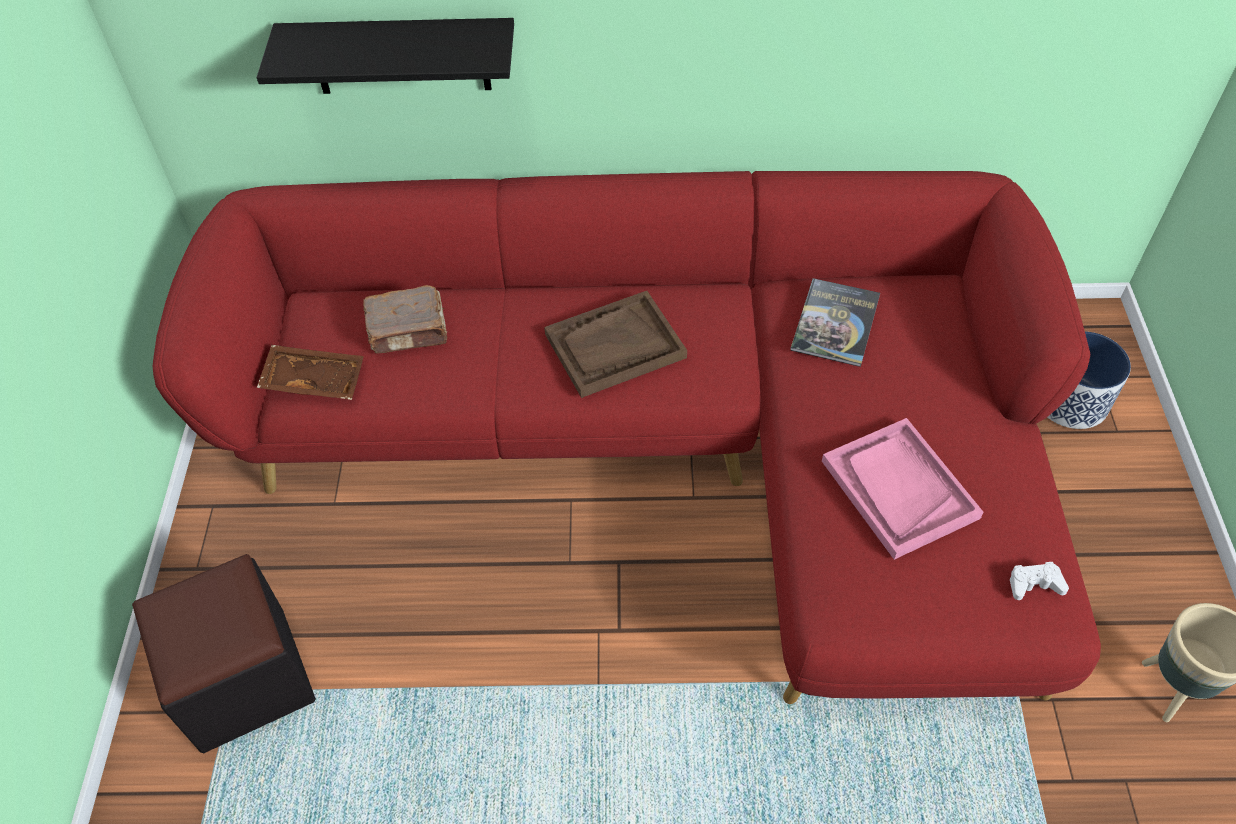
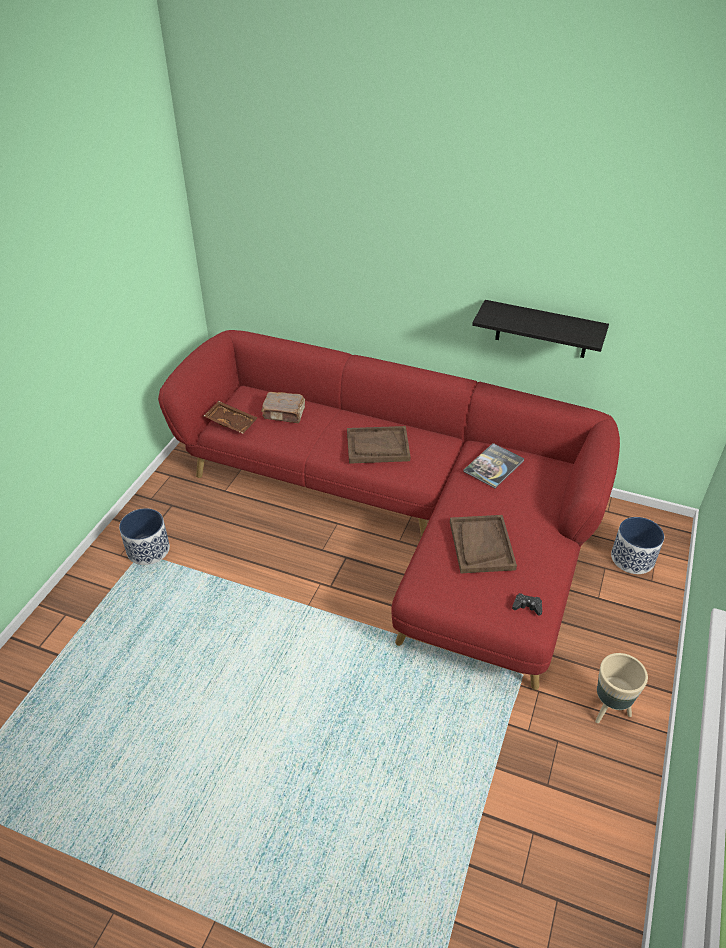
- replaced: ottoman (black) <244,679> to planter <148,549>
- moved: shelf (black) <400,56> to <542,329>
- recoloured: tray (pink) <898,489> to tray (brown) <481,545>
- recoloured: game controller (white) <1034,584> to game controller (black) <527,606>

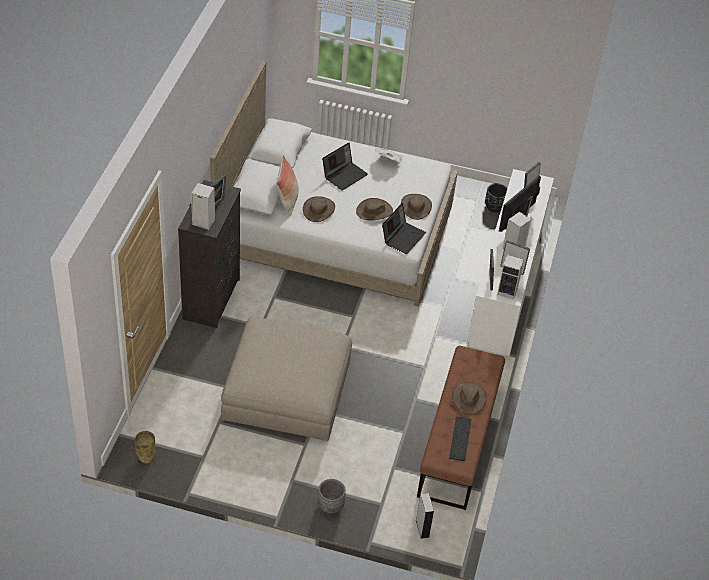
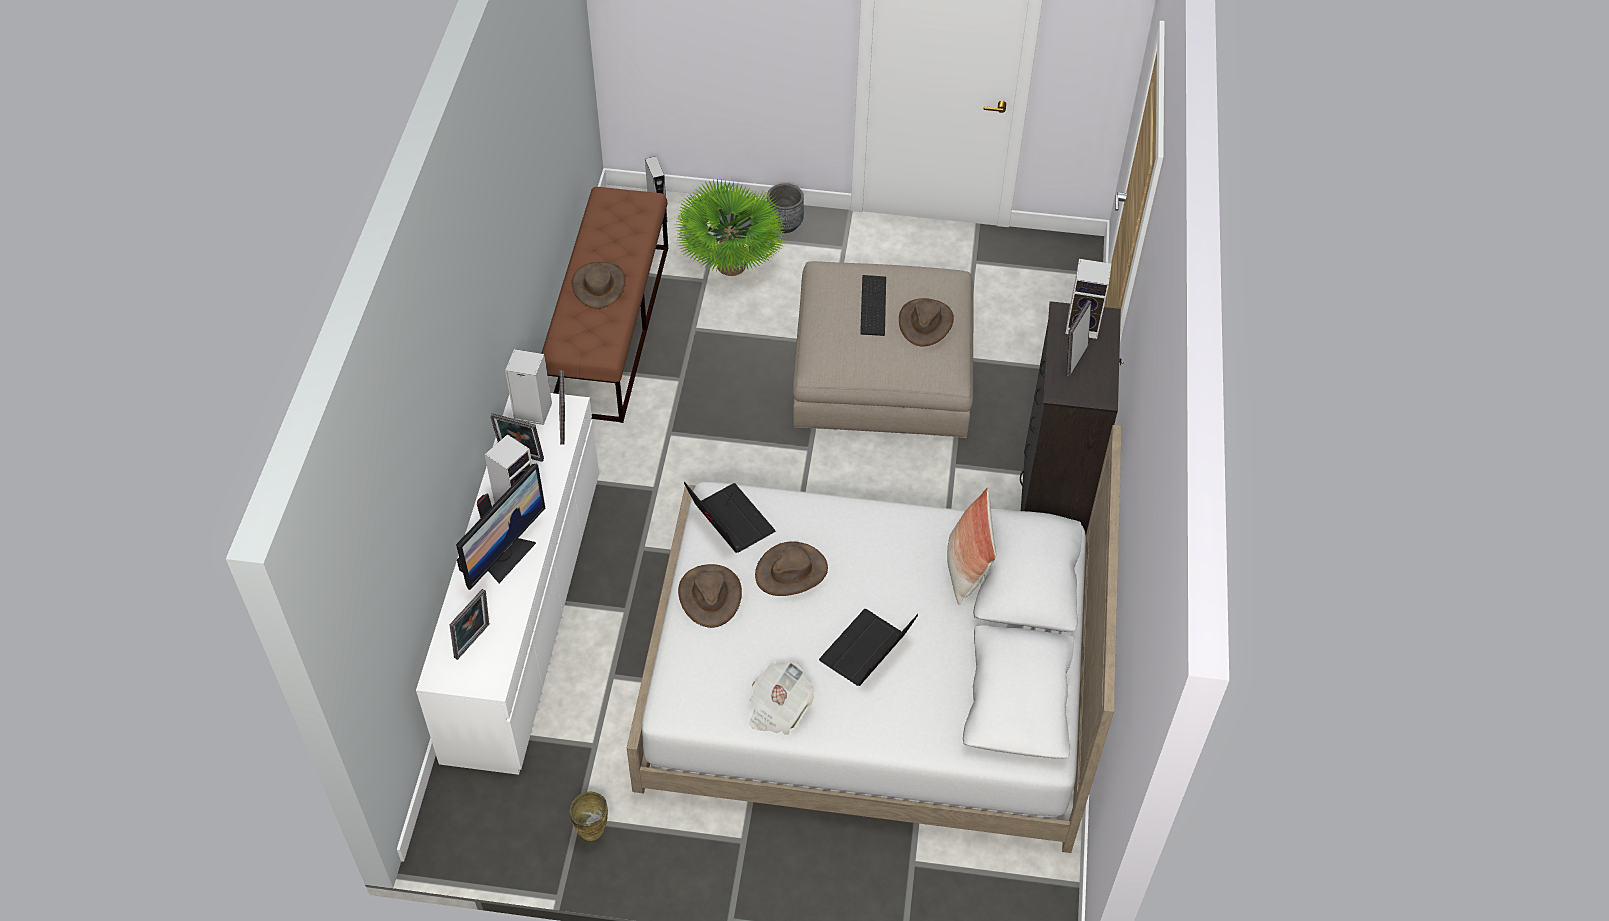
- moved: vase (beige) <146,458> to <592,835>
- moved: hat (brown) <319,209> to <925,322>
- turned: laptop <403,237> = <728,521> 120 degrees clockwise
- moved: keyboard <461,439> to <871,305>
- removed: planter (black) <494,207>
- added: potted plant <731,265>

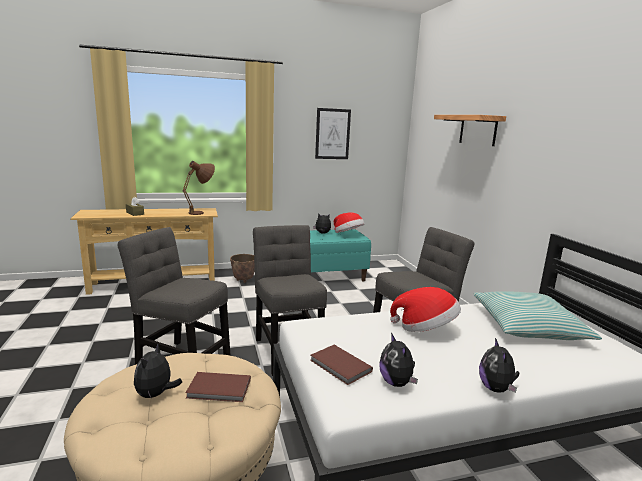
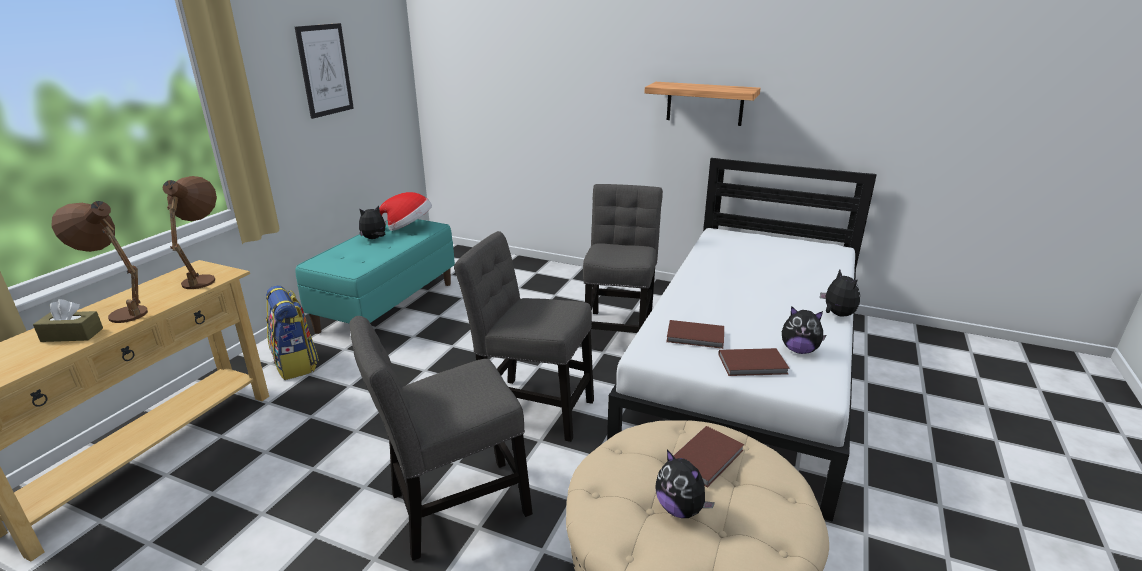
- replaced: planter <243,280> to backpack <296,364>
- removed: hat <425,329>
- moved: shelf <478,130> to <704,103>
- removed: pillow <528,326>
- turned: plush toy <496,389> = <836,314> 150 degrees counterclockwise
- added: table lamp (brown) <122,311>
- added: book (brown) <696,337>

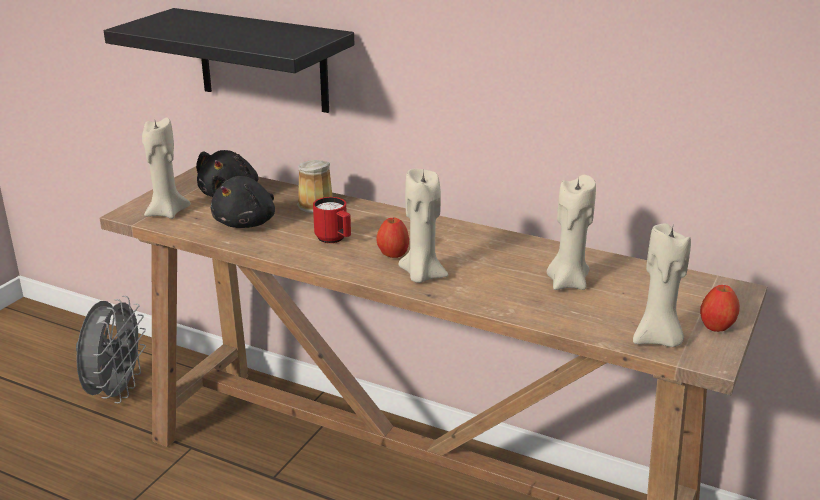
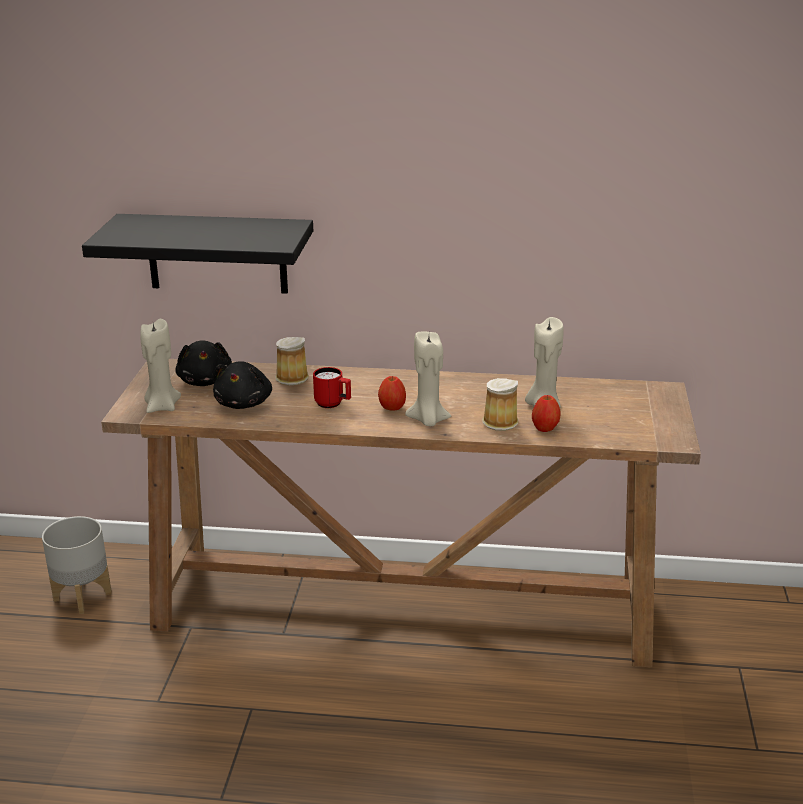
- replaced: fan (grey) <116,391> to planter (grey) <82,596>
- removed: candle (beige) <657,340>
- moved: apple <716,327> to <545,428>
- added: mug <499,421>

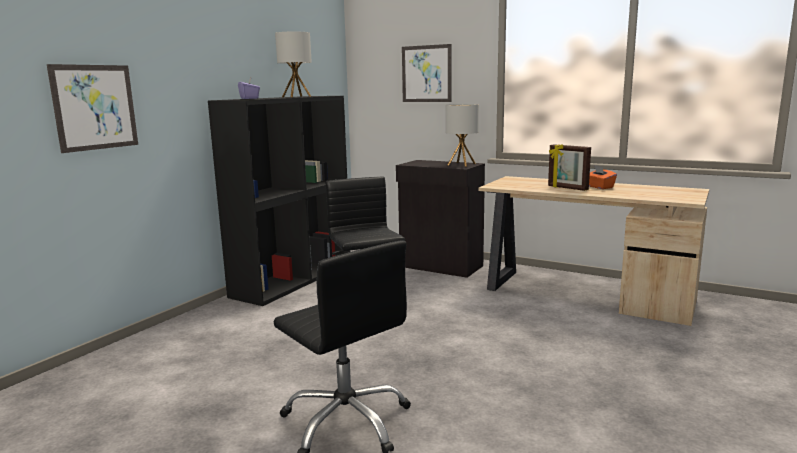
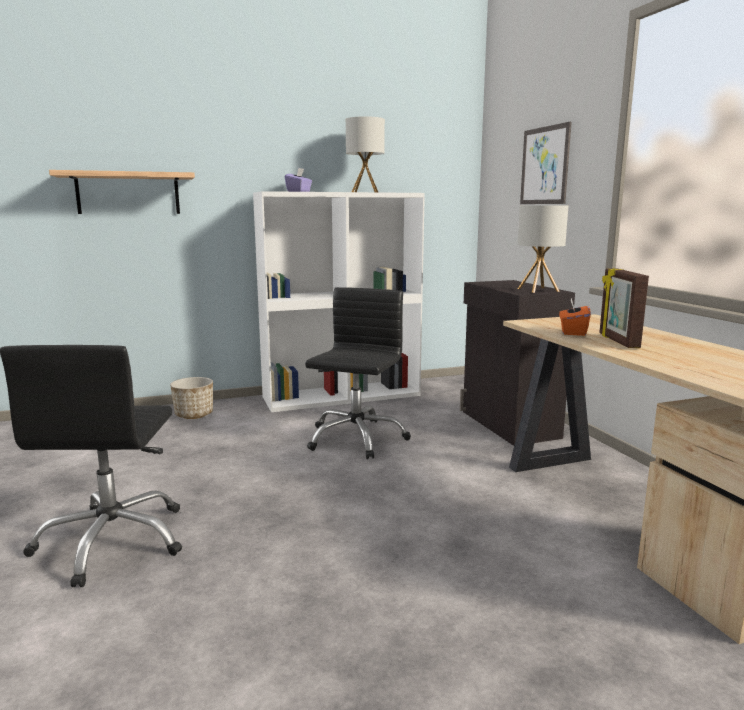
- replaced: picture <95,107> to shelf <128,193>
- recoloured: bookcase (black) <294,279> to bookcase (white) <342,396>
- moved: tissue box (orange) <599,187> to <572,332>
- added: planter <194,415>

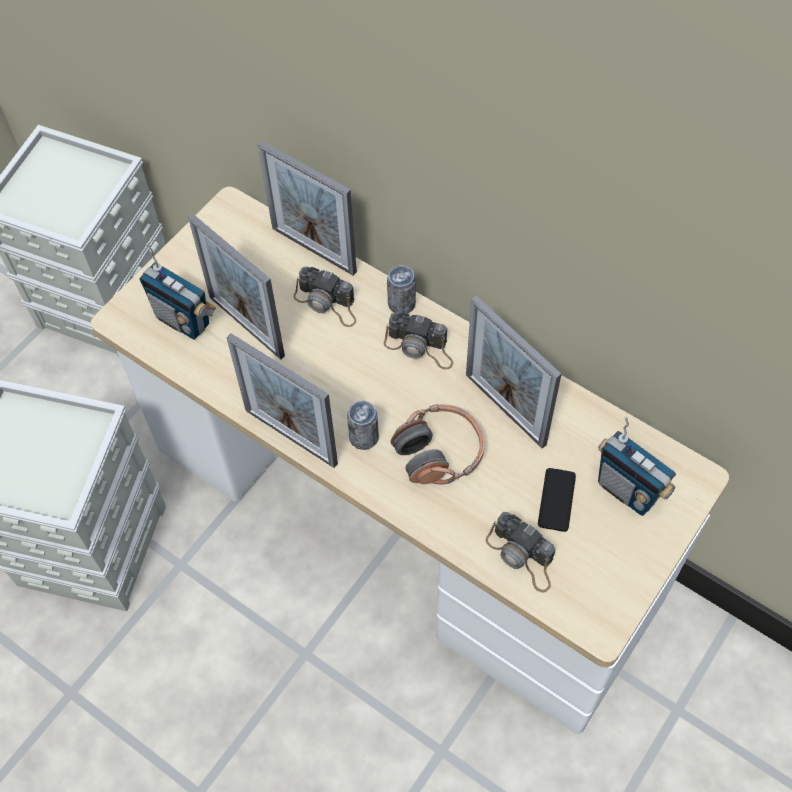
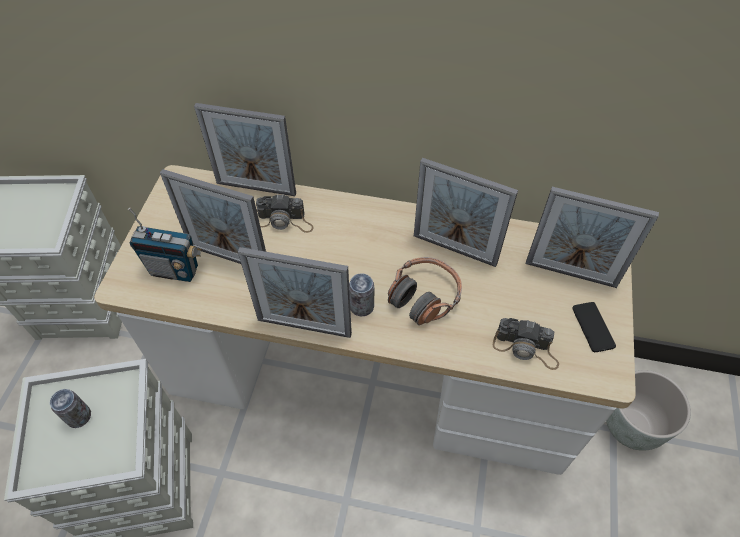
- removed: photo camera <420,347>
- moved: can <401,304> to <79,416>
- moved: phone <556,500> to <593,327>
- replaced: radio <628,490> to picture frame <570,274>
- added: planter (grey) <632,427>

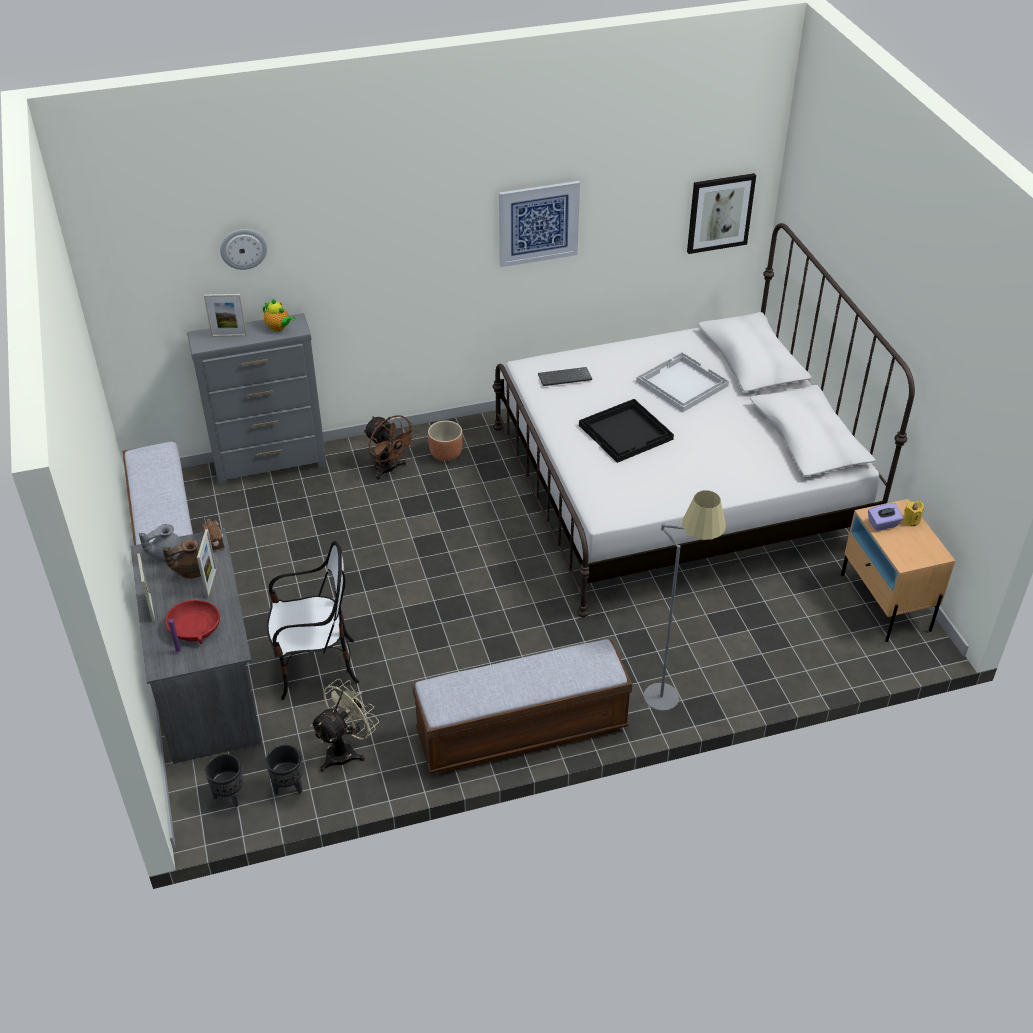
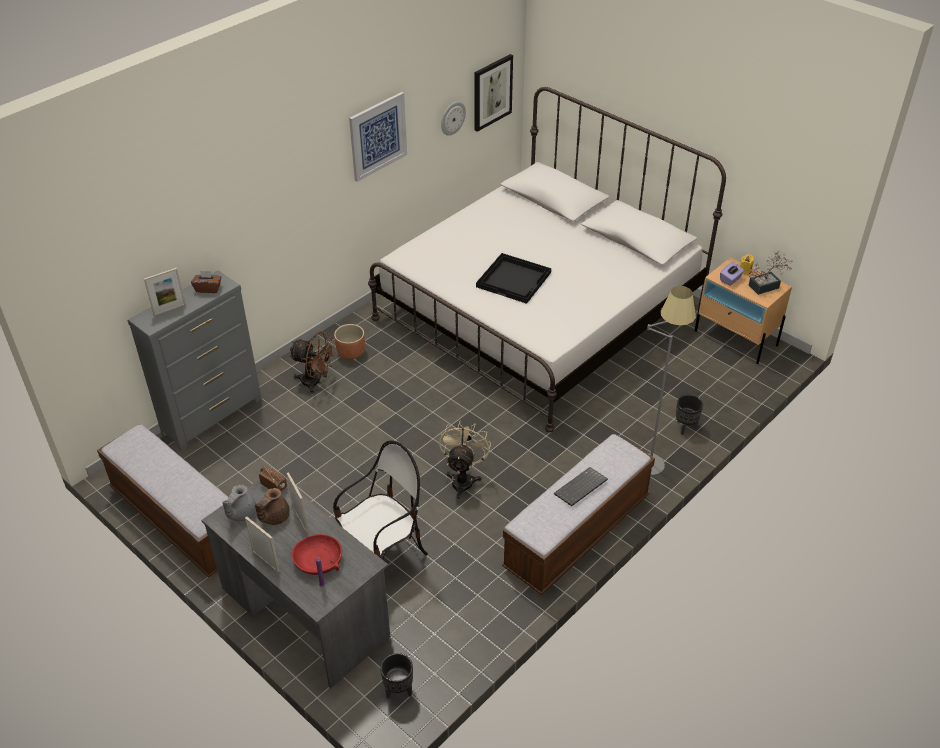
- moved: wall clock <243,248> to <452,118>
- replaced: teapot <279,328> to tissue box (brown) <208,288>
- moved: planter (black) <289,787> to <685,427>
- moved: fan (beige) <346,750> to <463,479>
- moved: keyboard <564,378> to <581,488>
- removed: tray (white) <681,383>
- added: potted plant <767,286>

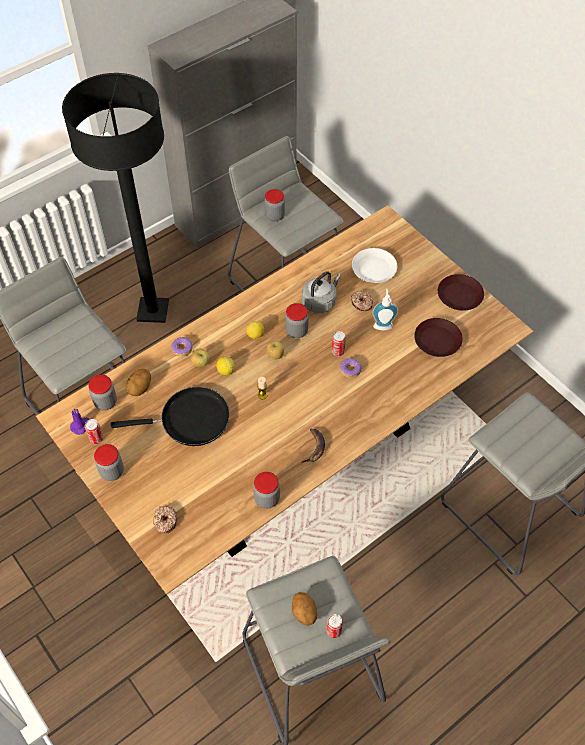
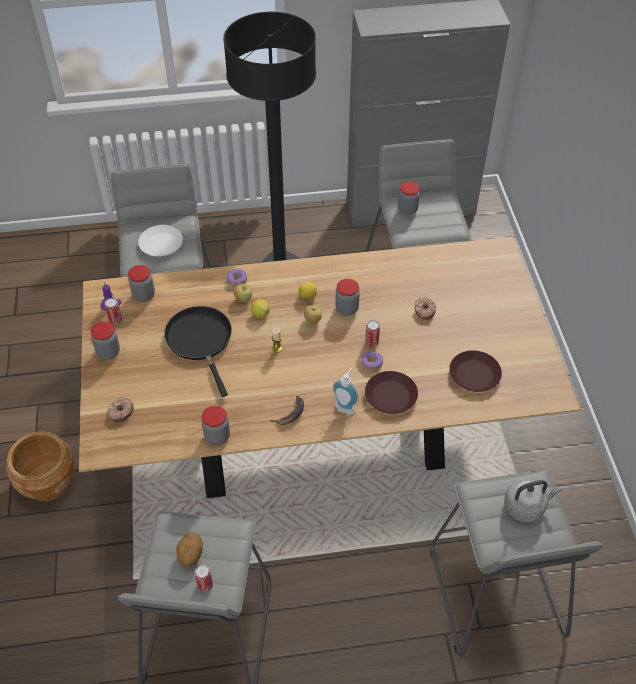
- turned: frying pan (black) <190,420> = <201,341> 135 degrees counterclockwise
- removed: potato <140,388>
- moved: kettle (grey) <320,301> to <526,506>
- moved: plate (white) <373,269> to <160,244>
- moved: soap dispenser <383,324> to <346,406>
- moved: plate (brown) <460,295> to <391,396>
- added: planter (brown) <48,482>

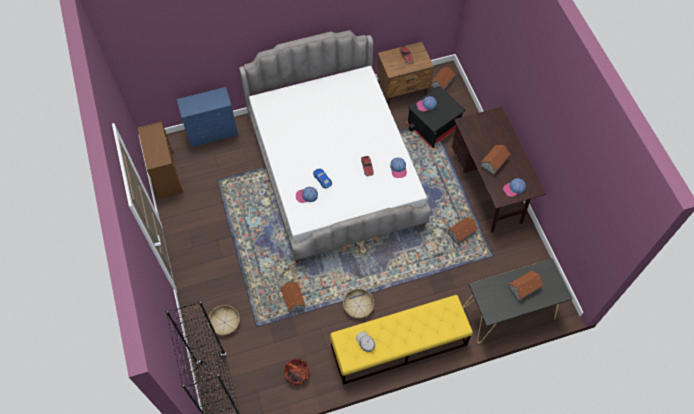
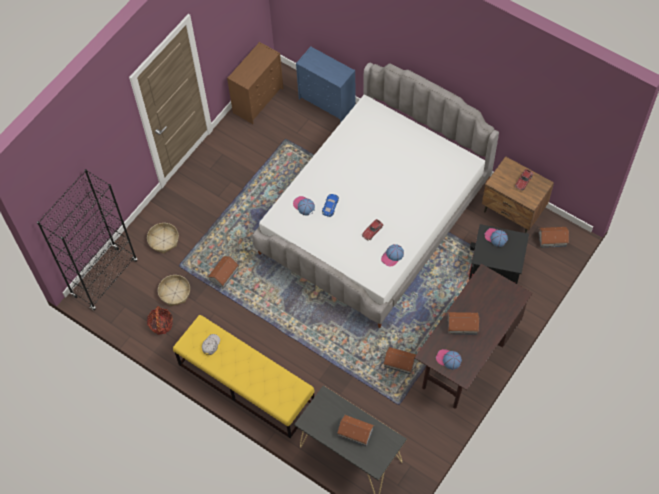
- moved: basket <358,306> to <175,293>

